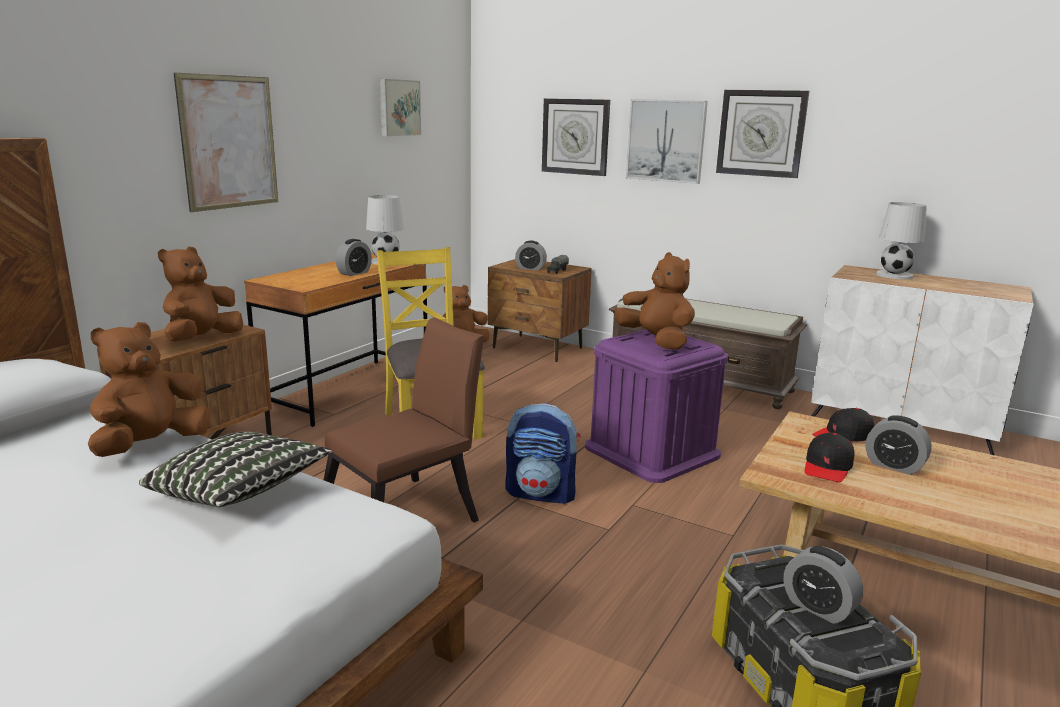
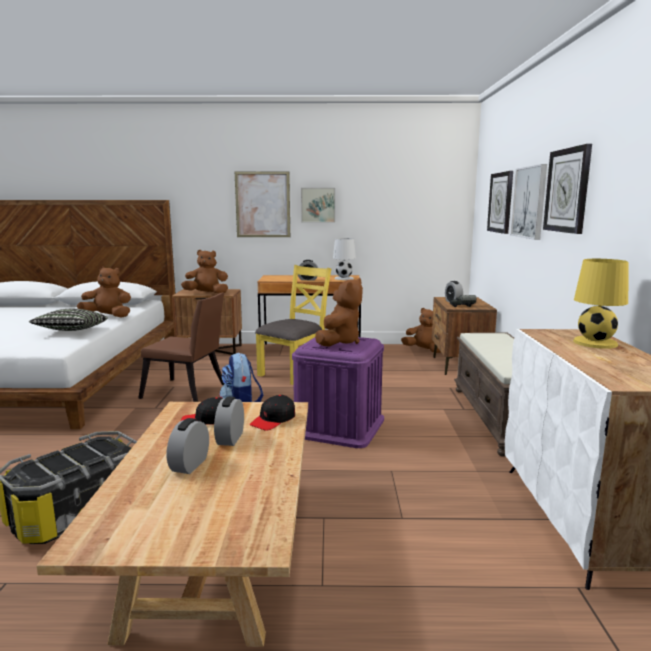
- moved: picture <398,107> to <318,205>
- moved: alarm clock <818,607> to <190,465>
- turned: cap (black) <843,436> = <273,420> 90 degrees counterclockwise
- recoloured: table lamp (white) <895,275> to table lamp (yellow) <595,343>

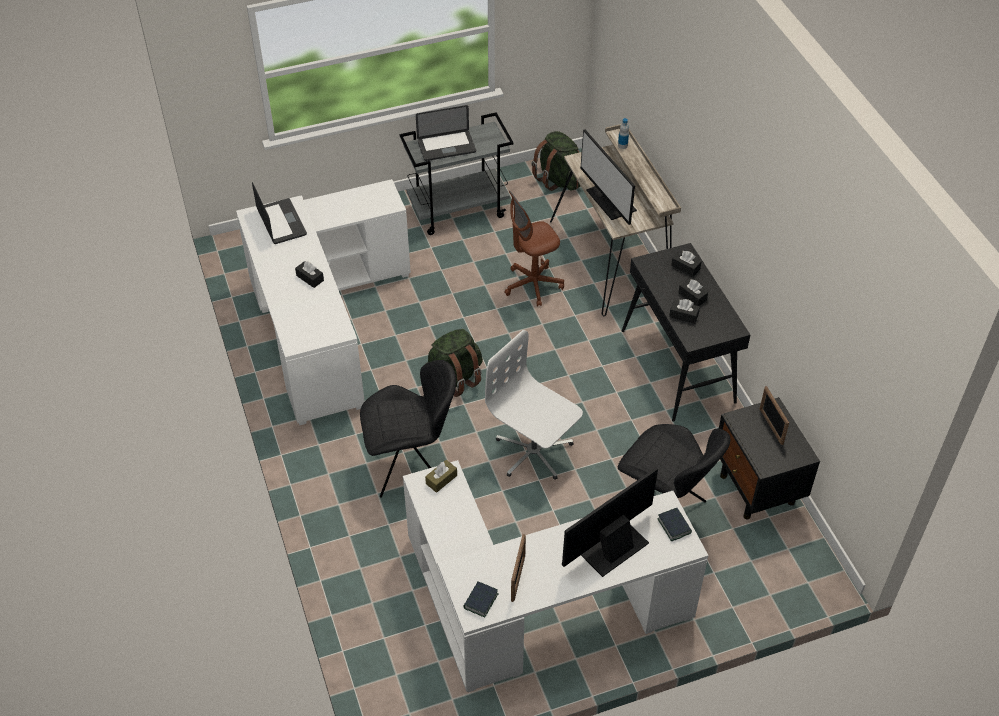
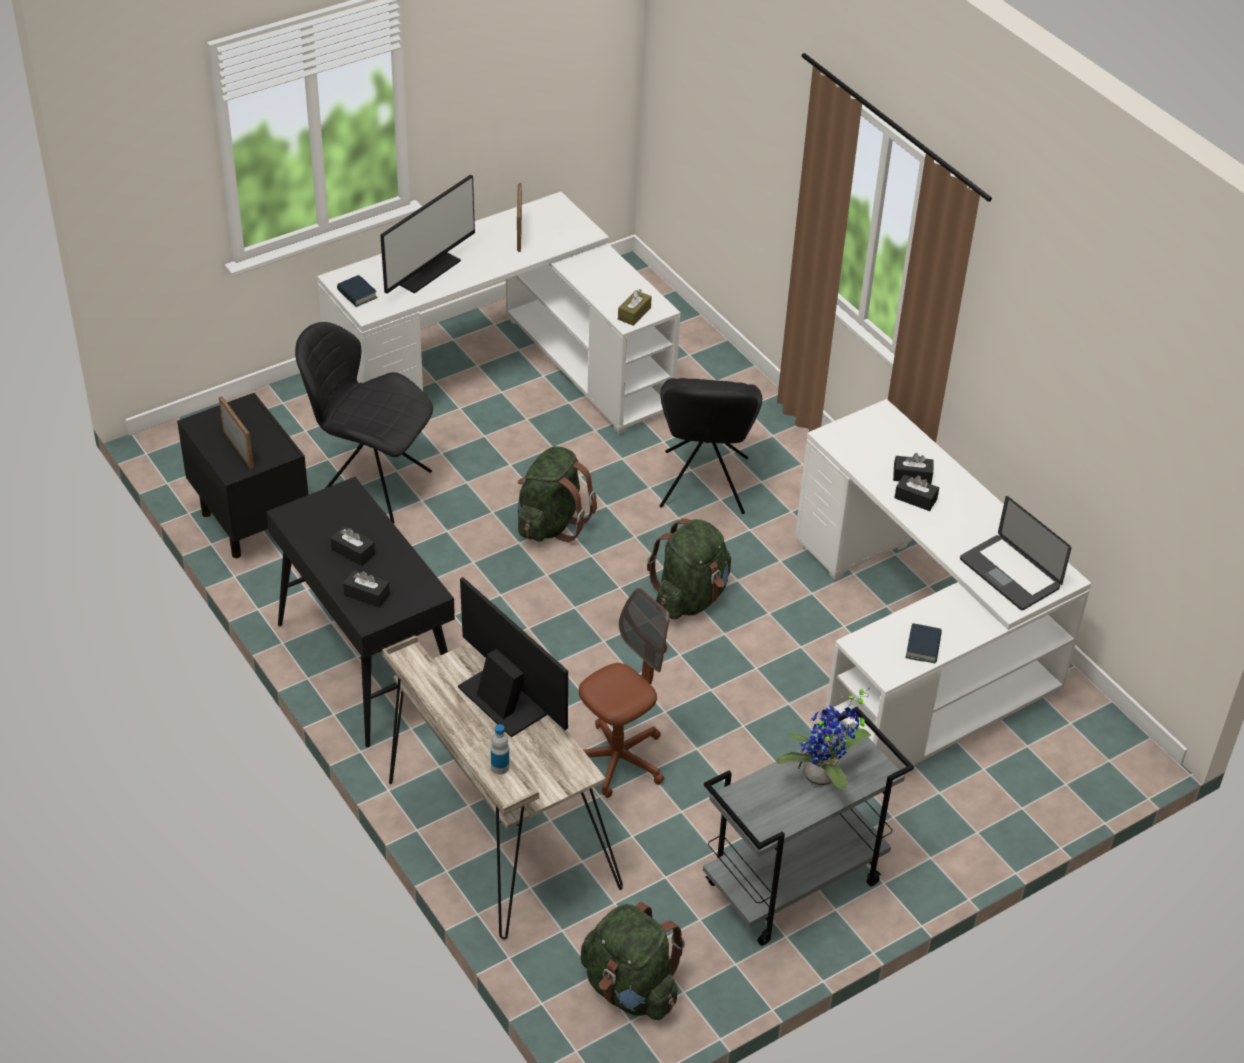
- turned: chair (black) <410,466> = <703,486> 60 degrees counterclockwise
- replaced: laptop <446,147> to potted plant <823,778>
- moved: book <480,601> to <923,647>
- replaced: office chair (white) <533,452> to backpack (green) <551,523>
- moved: tissue box (black) <683,315> to <912,476>

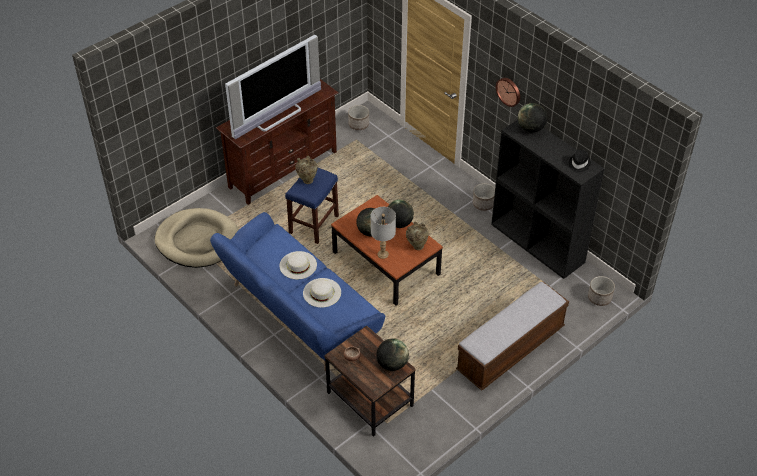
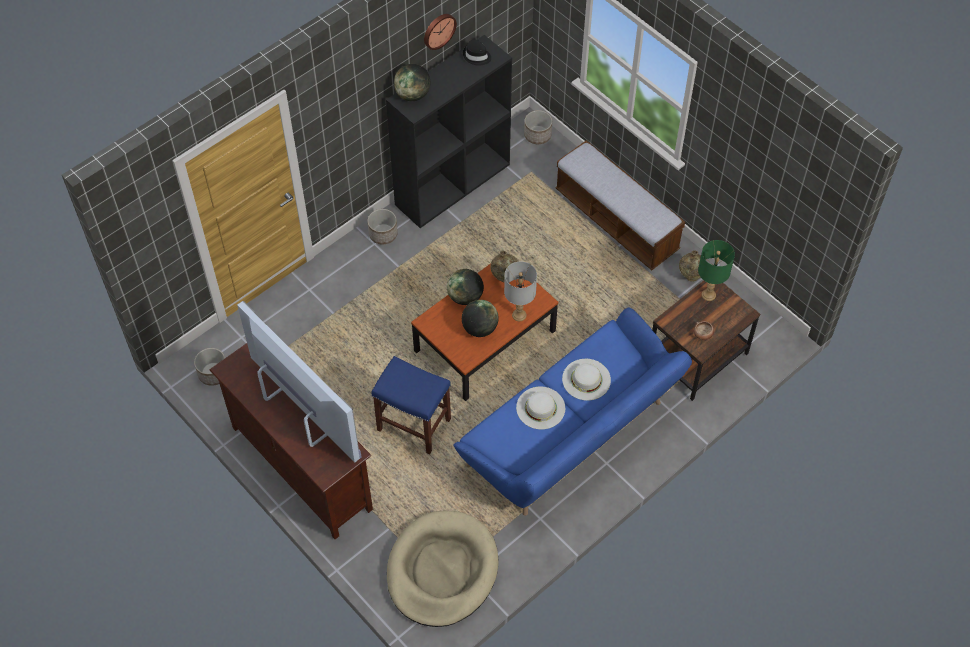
- moved: vase (beige) <307,180> to <690,277>
- replaced: globe <392,364> to table lamp (green) <708,295>
- moved: wall clock <509,91> to <438,30>

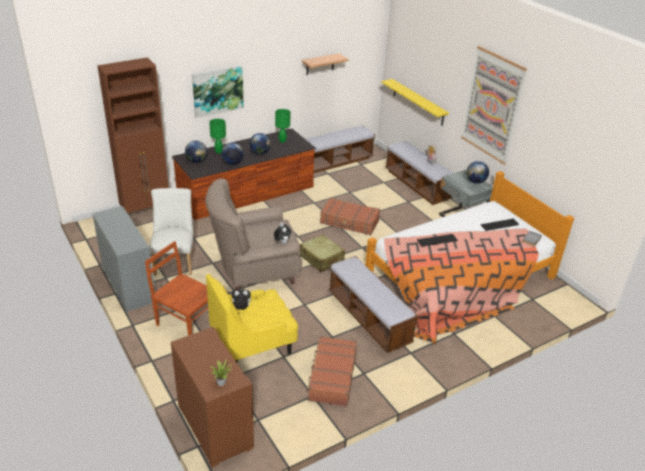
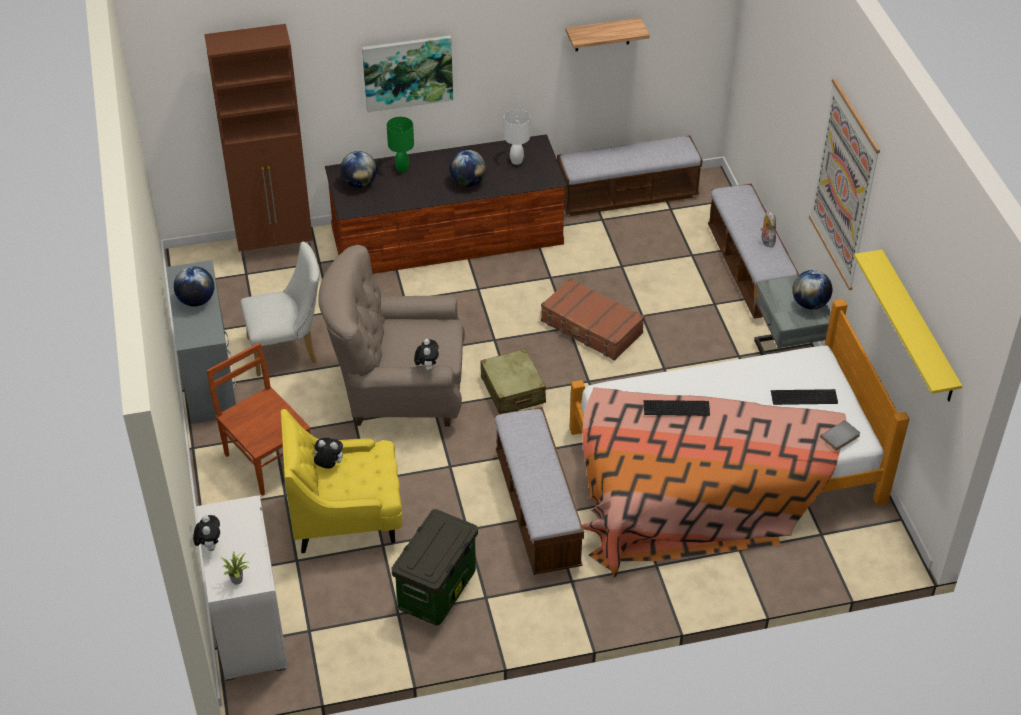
- turned: chair (white) <175,261> = <288,350> 60 degrees clockwise
- recoloured: dresser (brown) <214,427> to dresser (white) <248,626>
- moved: globe <232,163> to <196,301>
- recoloured: table lamp (green) <282,141> to table lamp (white) <517,161>
- replaced: suitcase (brown) <331,376> to storage box <437,592>
- moved: shelf (yellow) <418,102> to <917,327>
- added: plush toy <209,545>

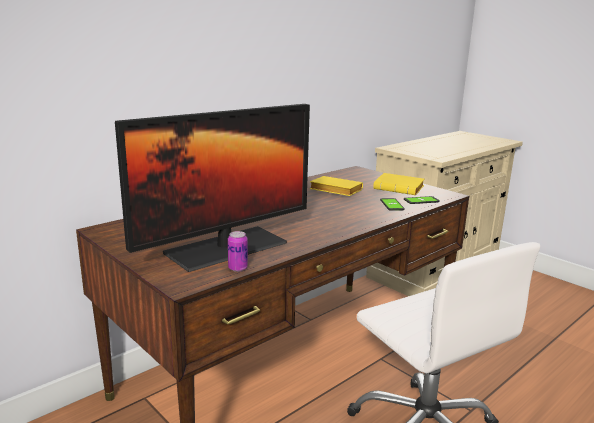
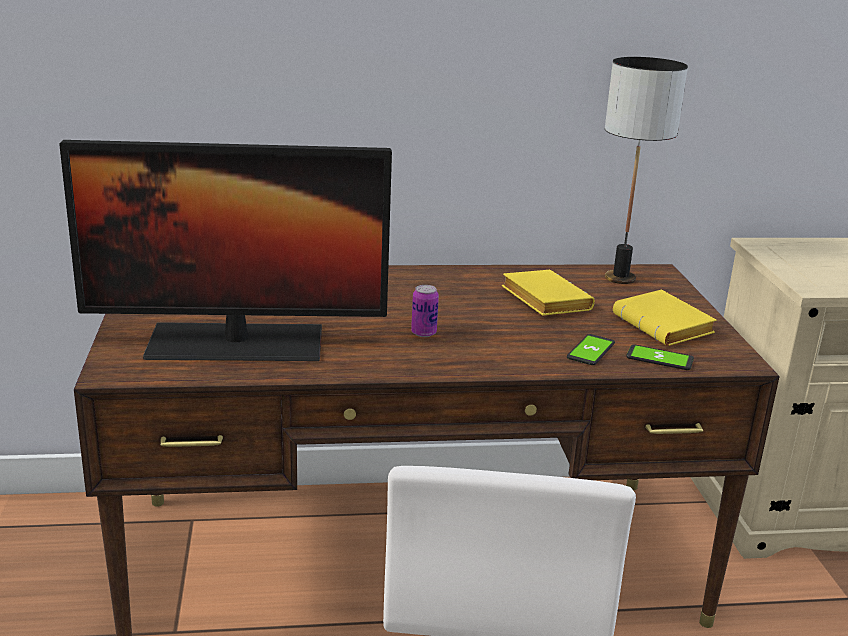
- moved: can <238,268> to <423,333>
- added: table lamp <621,278>

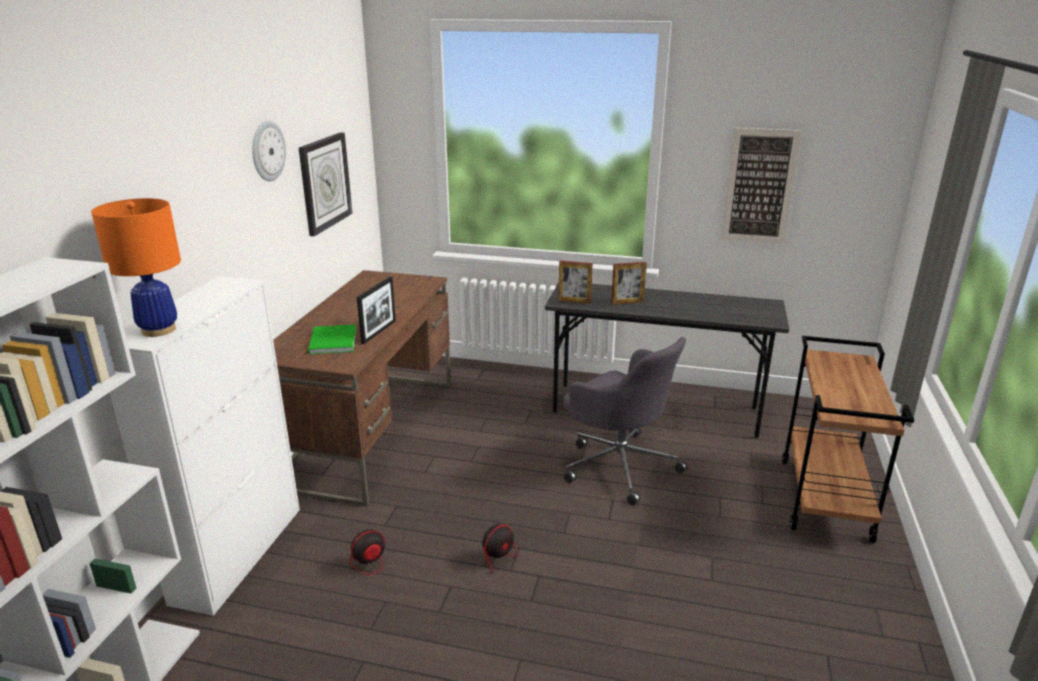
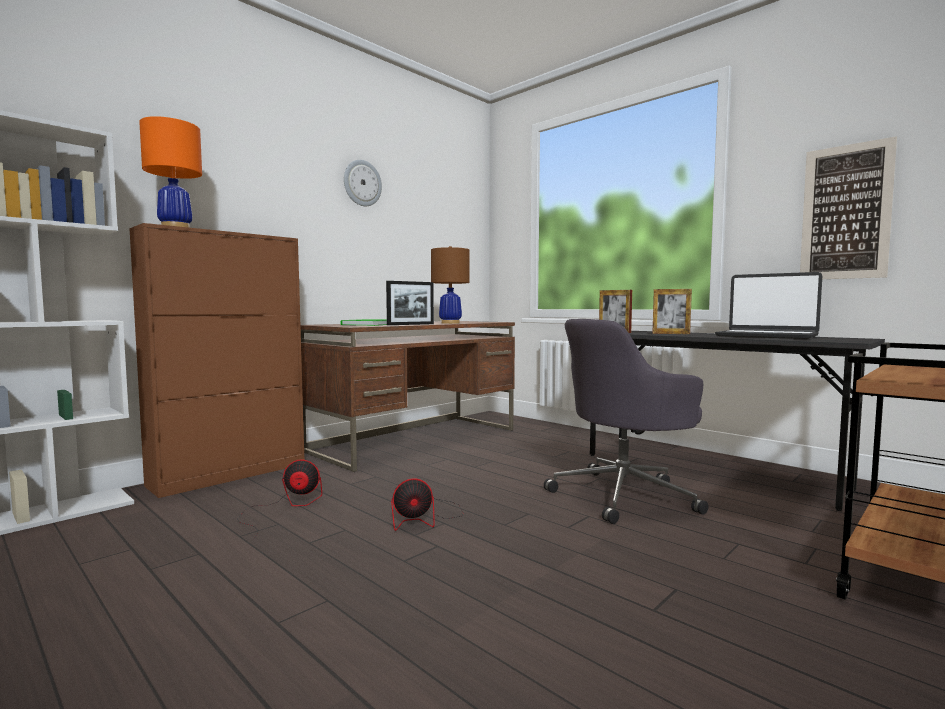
- recoloured: cabinet (white) <239,553> to cabinet (brown) <230,474>
- removed: wall clock <325,182>
- turned: office chair (grey) <619,464> = <624,495> 75 degrees clockwise
- added: table lamp (brown) <450,323>
- added: laptop <766,336>

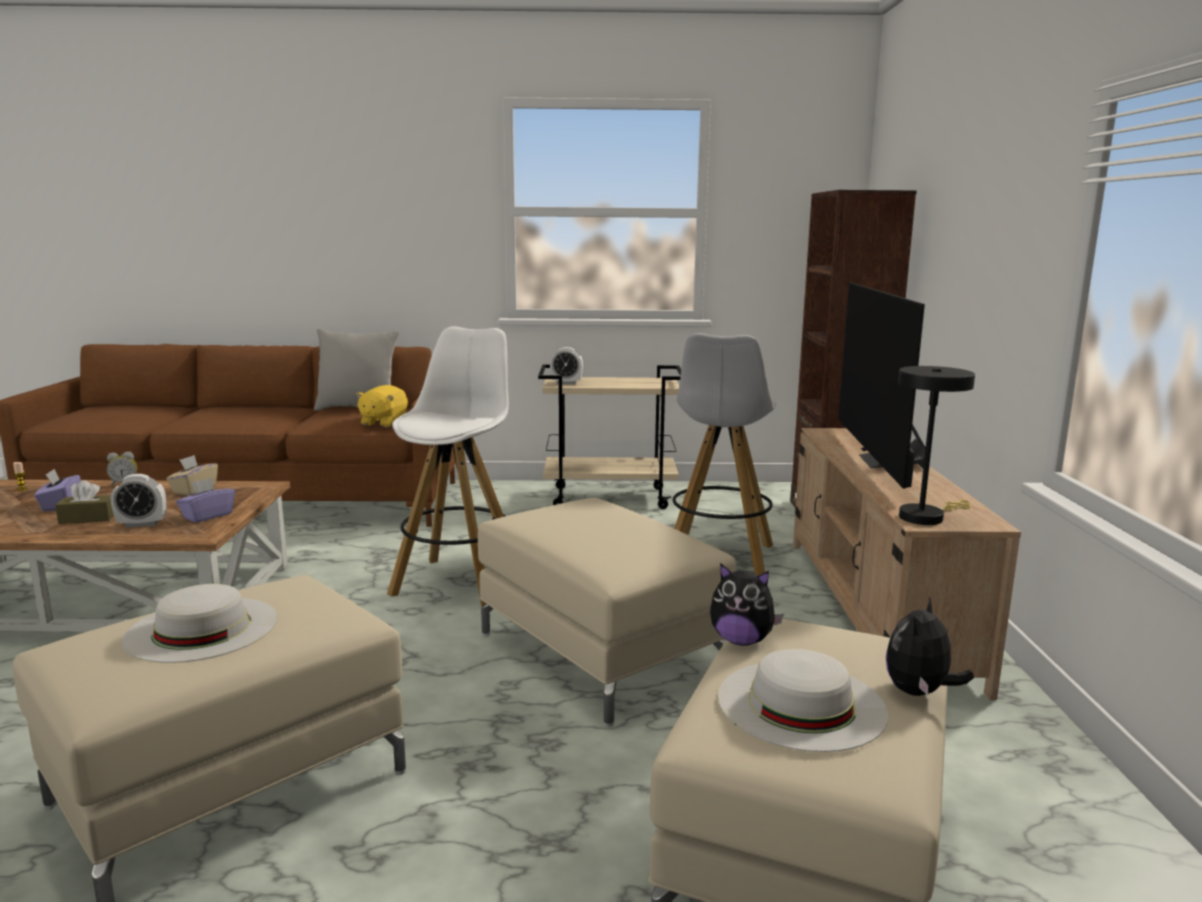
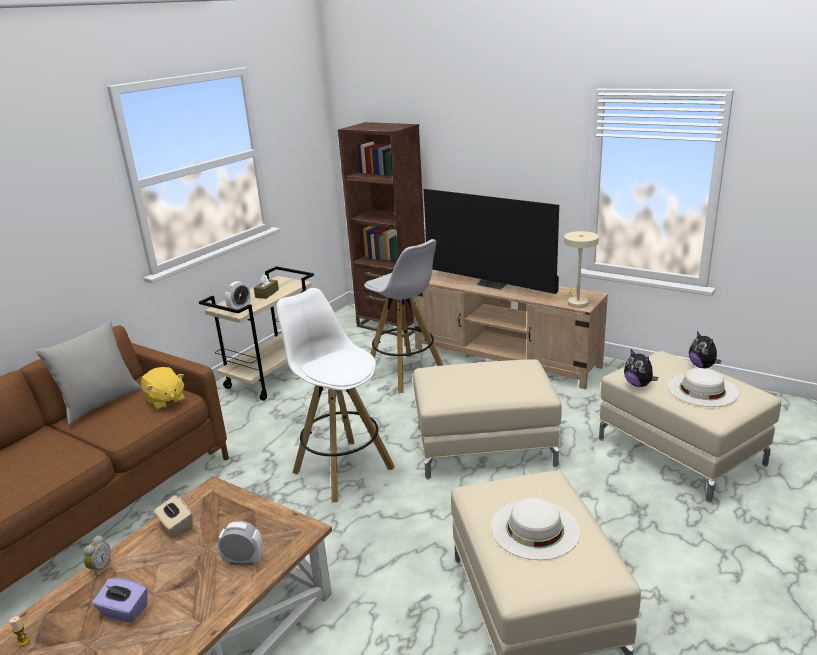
- moved: tissue box (brown) <88,518> to <267,293>
- turned: alarm clock <142,524> = <243,560> 105 degrees counterclockwise
- removed: tissue box (purple) <207,516>
- turned: plush toy <741,640> = <638,384> 90 degrees clockwise
- recoloured: table lamp (black) <925,516> to table lamp (beige) <576,302>

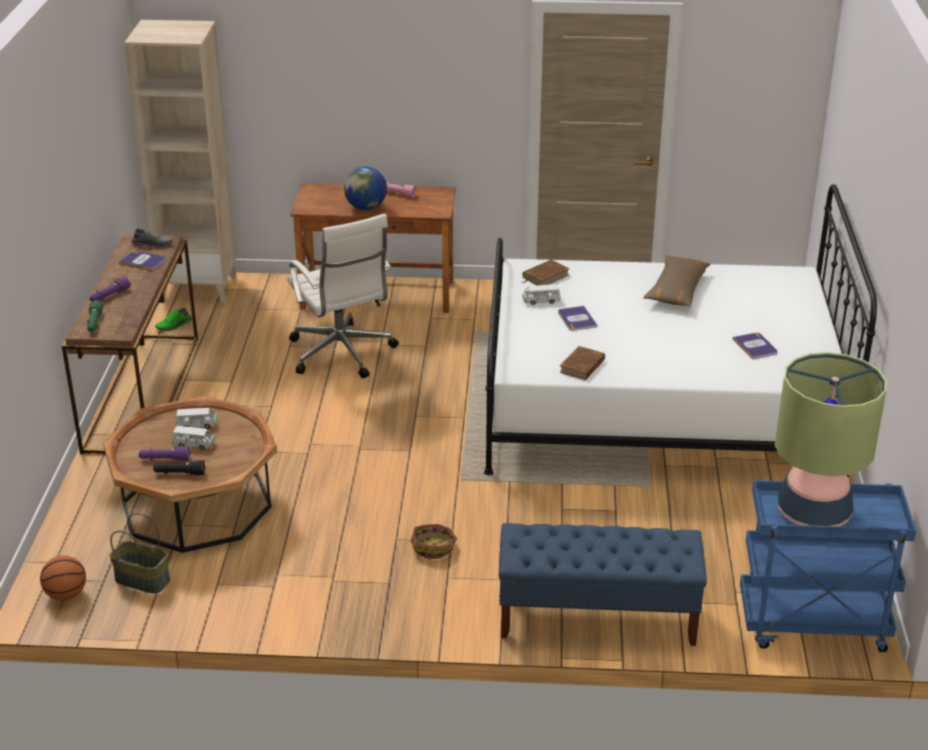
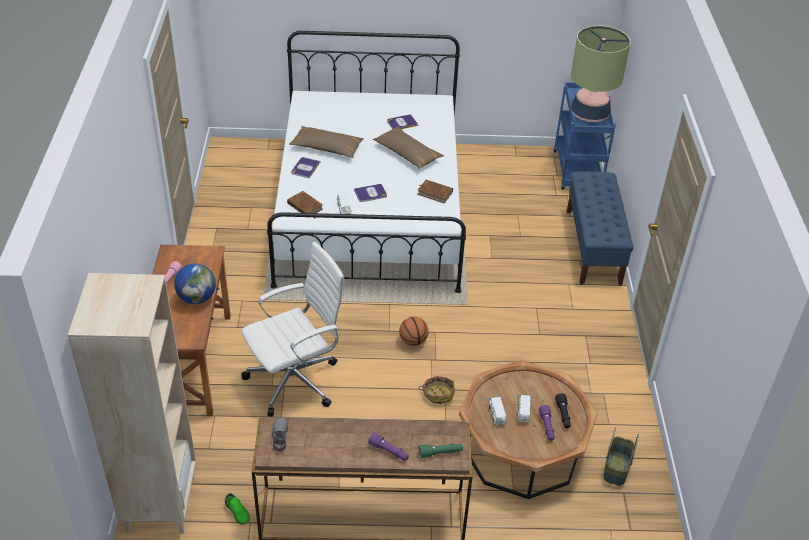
- moved: basketball <66,595> to <413,341>
- moved: book <143,261> to <305,168>
- moved: basket <434,547> to <438,393>
- added: pillow (brown) <407,153>

